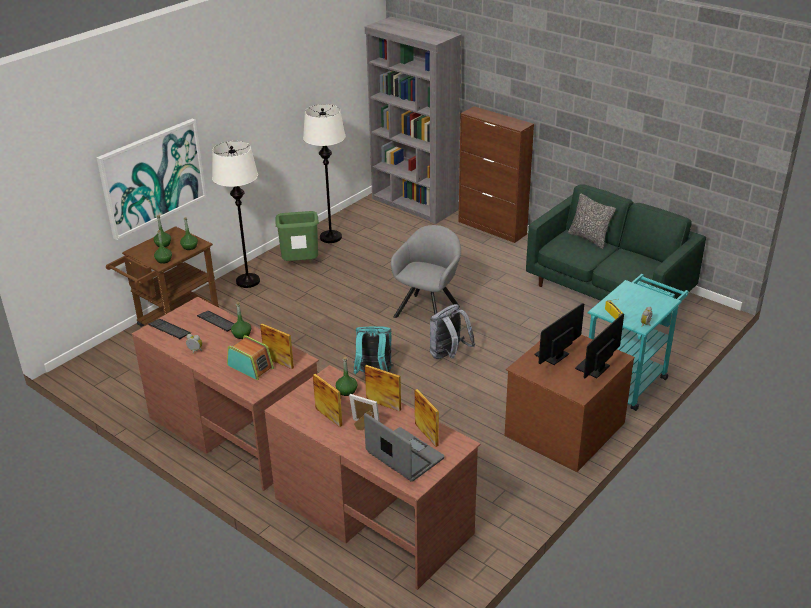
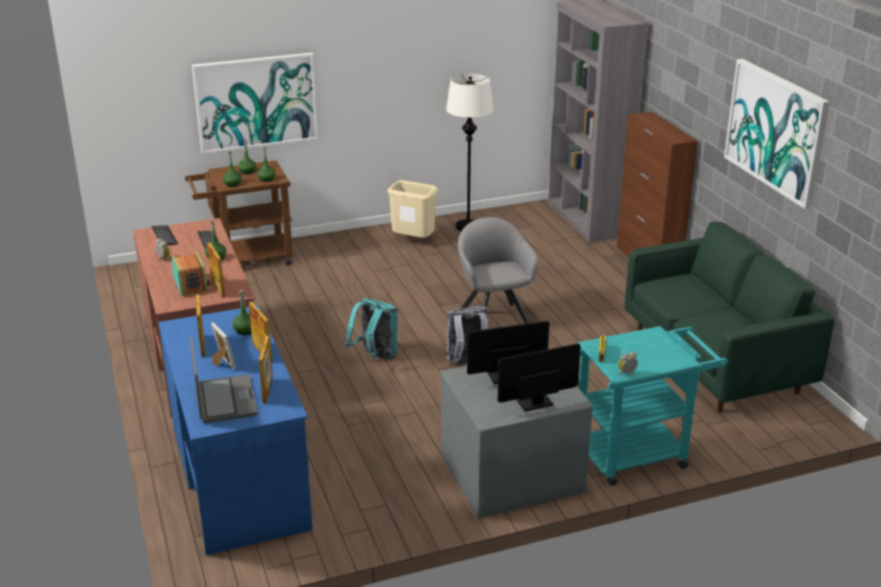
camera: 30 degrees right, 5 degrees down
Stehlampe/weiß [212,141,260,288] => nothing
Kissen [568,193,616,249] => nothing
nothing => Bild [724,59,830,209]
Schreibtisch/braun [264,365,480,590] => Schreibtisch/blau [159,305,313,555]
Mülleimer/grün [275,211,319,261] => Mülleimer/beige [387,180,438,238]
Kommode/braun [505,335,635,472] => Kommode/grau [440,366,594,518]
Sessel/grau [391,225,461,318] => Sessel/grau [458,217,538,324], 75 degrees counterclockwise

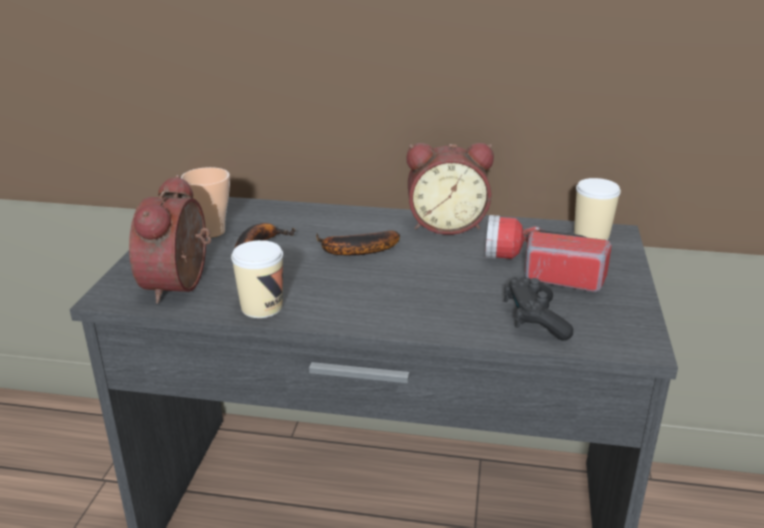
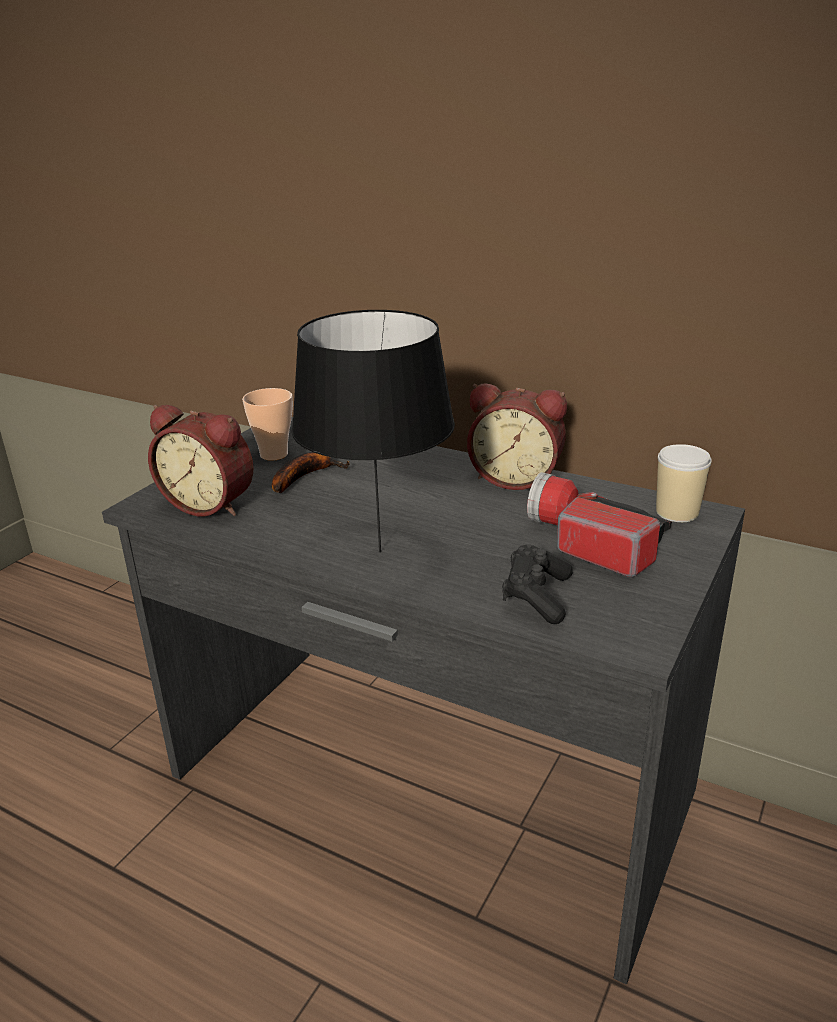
camera: 20 degrees right, 0 degrees up
Tasse [231,240,283,318] => nothing
Banane [316,230,400,256] => nothing
nothing => Tischlampe/schwarz [292,310,455,553]
Wecker [129,175,211,304] => Wecker [148,405,254,516], 90 degrees counterclockwise

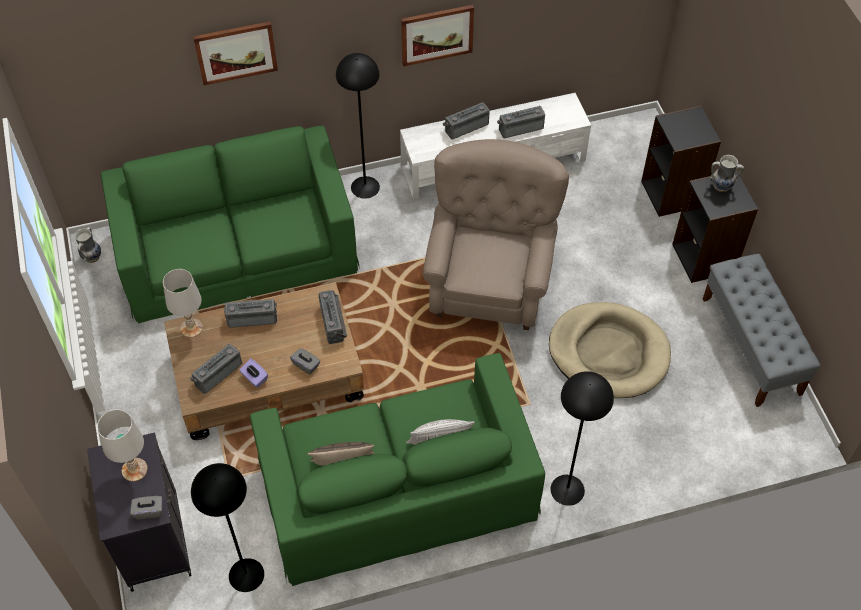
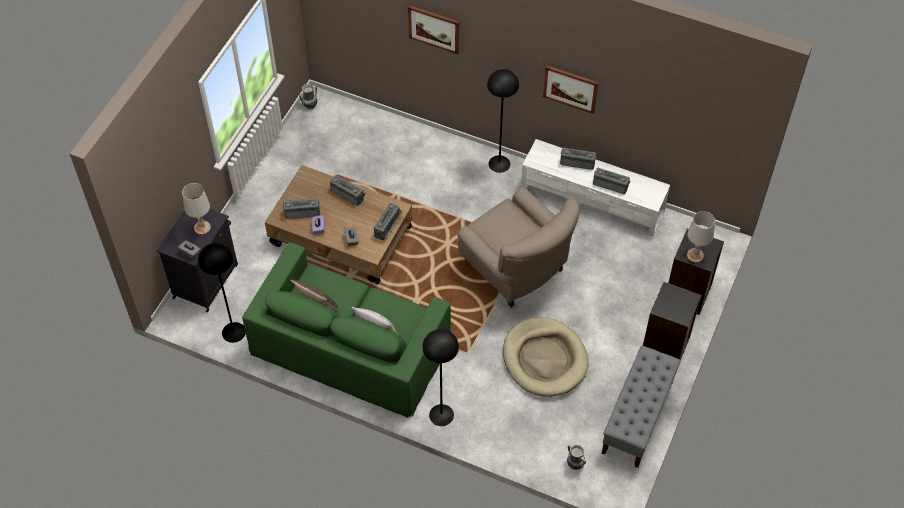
camera: 40 degrees right, 0 degrees up
Sofa/grün [101,126,360,324] => nothing
Tischlampe/weiß [163,269,203,338] => Tischlampe/weiß [687,211,715,262], moved
Vase [710,155,744,192] => Vase [567,445,586,470], moved
Sessel/beige [423,139,569,330] => Sessel/beige [457,187,580,308], 90 degrees clockwise

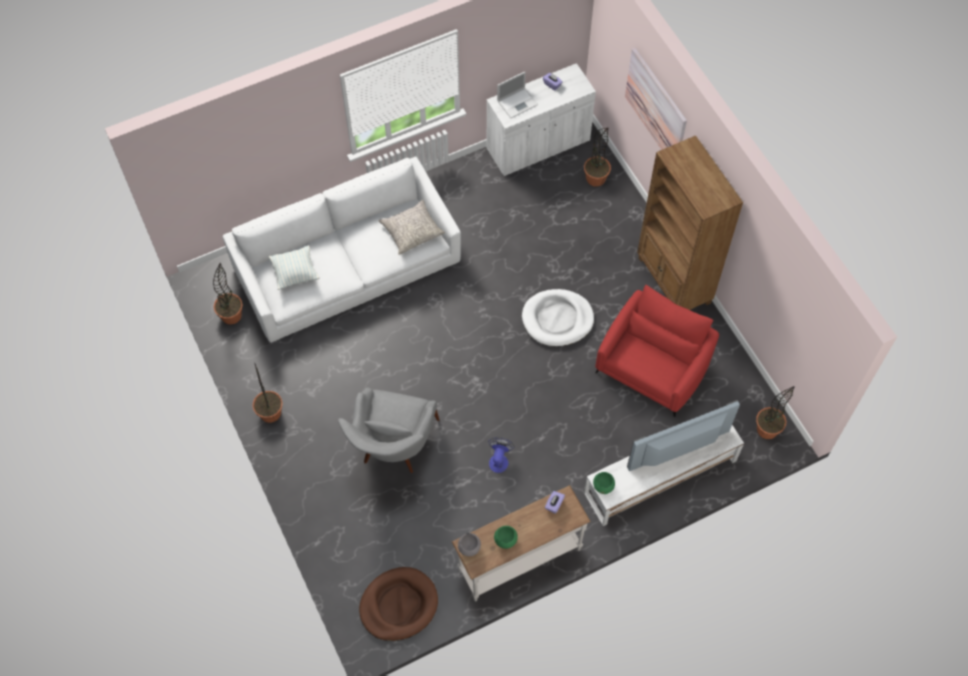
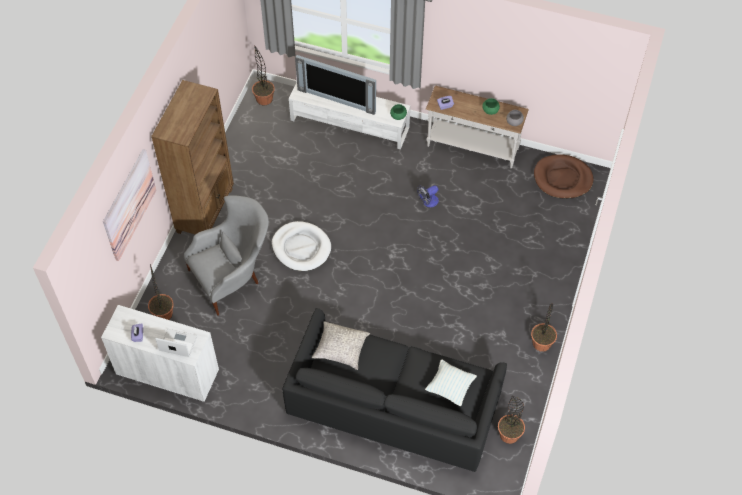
camera: 135 degrees left, 5 degrees down
Sessel/rot [595,284,719,417] => nothing
Sessel/grau [338,387,439,473] => Sessel/grau [184,196,269,316], moved
Sofa/weiß [223,157,461,343] => Sofa/schwarz [282,308,507,472]

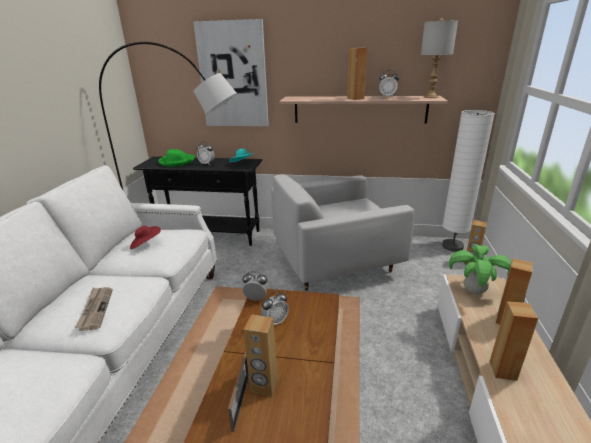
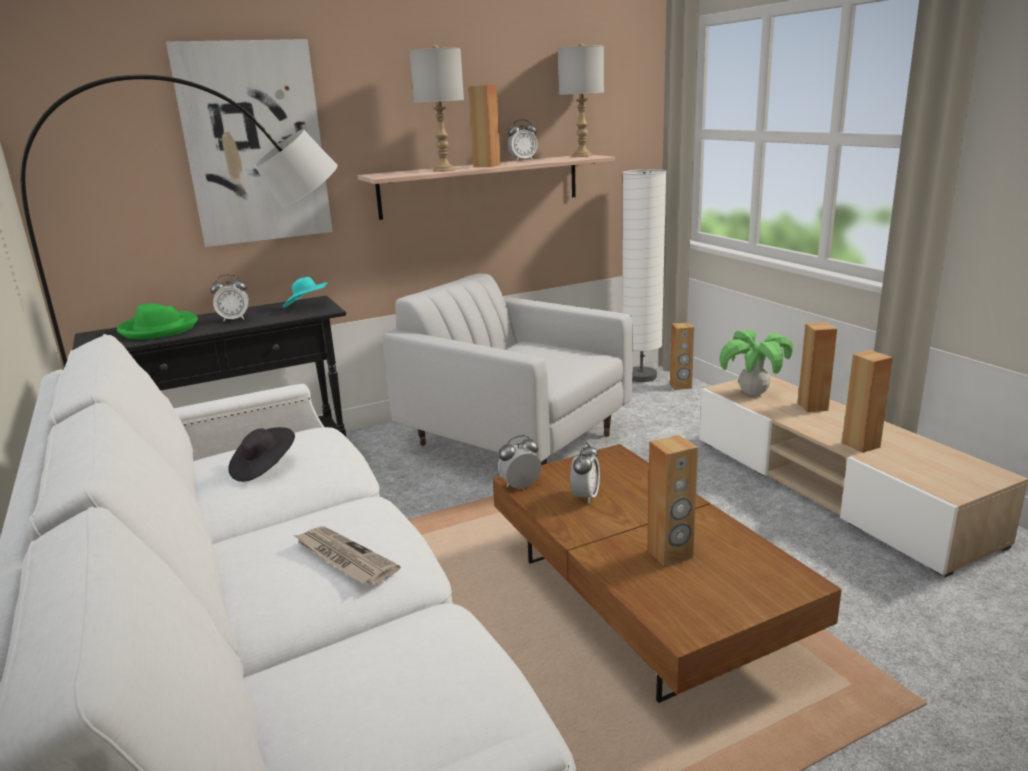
camera: 35 degrees left, 5 degrees down
Bilderrahmen [228,352,249,432] => nothing
nothing => Tischlampe/grau [410,45,464,172]
Hut/rot [130,226,161,249] => Hut/schwarz [228,427,295,482]
Sessel/weiß [271,174,415,291] => Sessel/weiß [383,274,633,465], 90 degrees clockwise

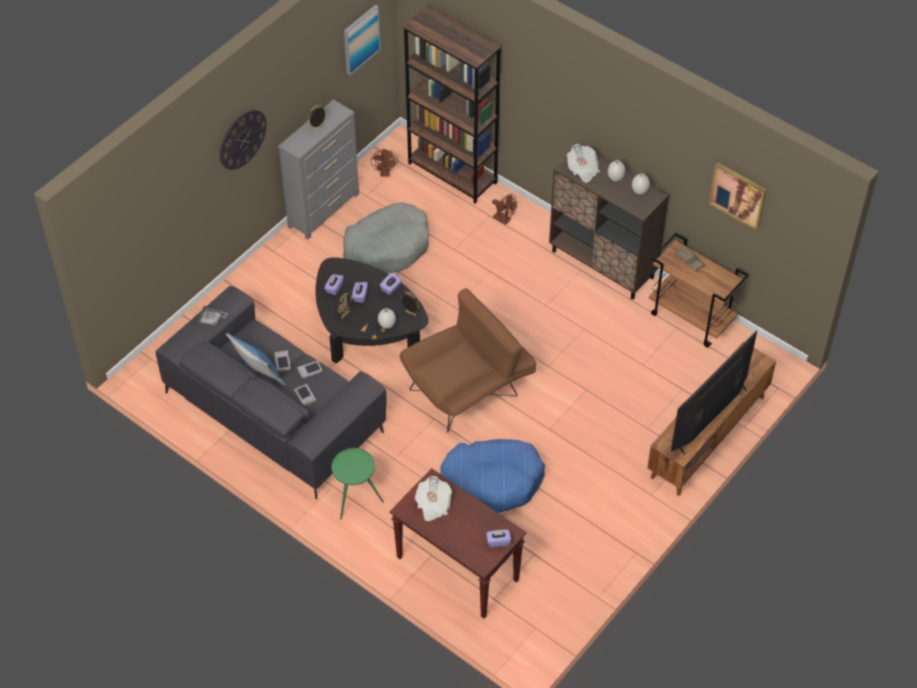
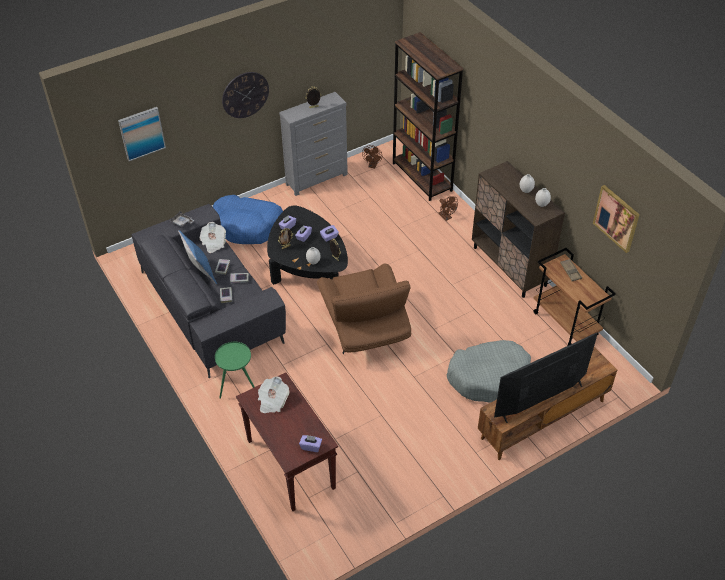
camera: 20 degrees right, 5 degrees down
Hundebett/grau [343,202,429,273] => Hundebett/grau [447,340,531,403], moved
Bild [344,5,381,75] => Bild [118,107,166,161], moved
Hundebett/blau [440,439,545,513] => Hundebett/blau [213,195,283,244], moved
Zeitung [567,144,600,183] => Zeitung [199,222,226,253], moved
Sessel/braun [400,288,536,432] => Sessel/braun [317,264,411,354], 90 degrees clockwise

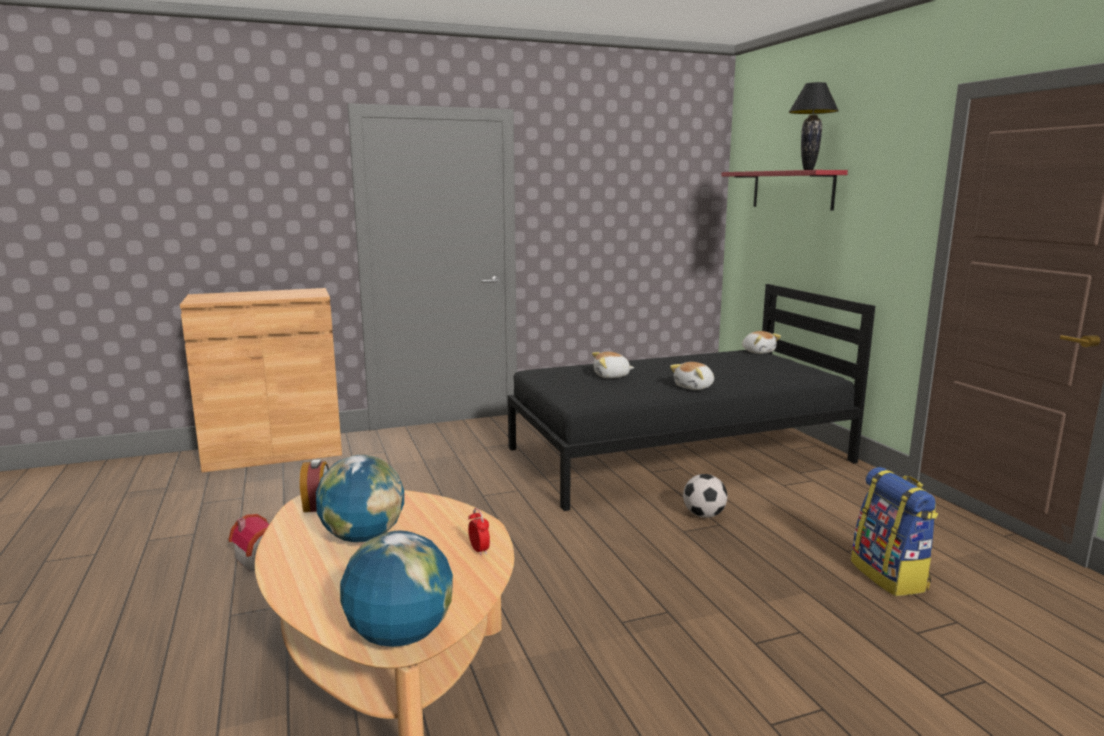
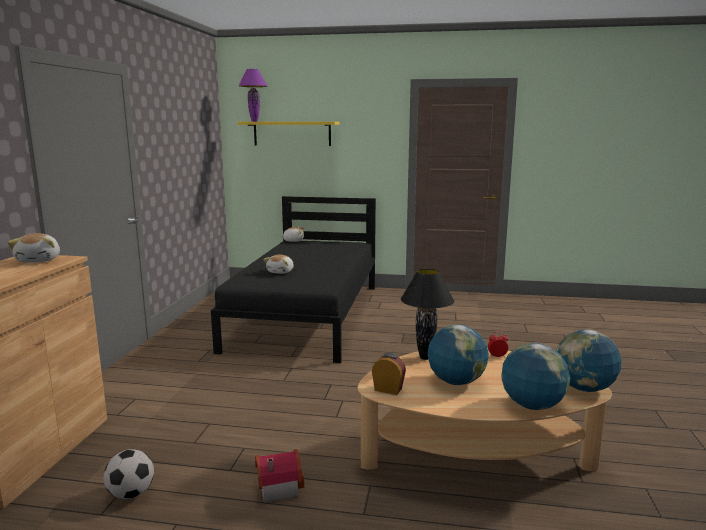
camera: 60 degrees left, 0 degrees up
Rucksack [851,467,938,596] => nothing
nothing => Tischlampe/lila [239,69,268,122]
nothing => Globus [501,343,570,410]
Plüschtier [670,362,714,390] => Plüschtier [7,233,60,263], moved
Fußball [683,474,727,518] => Fußball [103,449,154,499], moved
Tischlampe/schwarz [789,82,839,170] => Tischlampe/schwarz [401,269,454,360], moved
Wandregal/rot [722,170,848,210] => Wandregal/gelb [237,122,339,146]

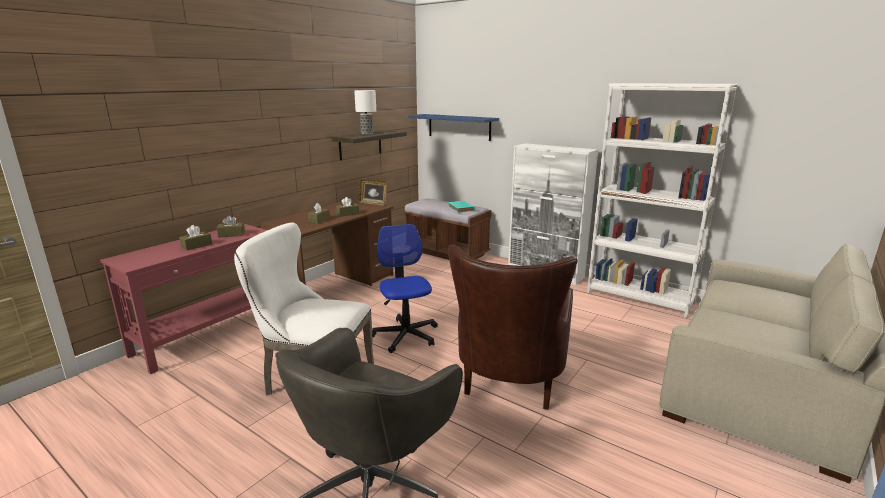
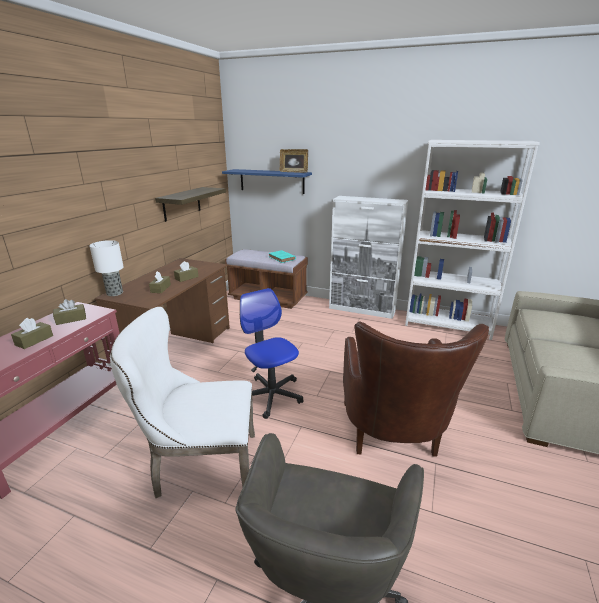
camera: 15 degrees left, 5 degrees up
Tischlampe [354,90,376,134] => Tischlampe [89,240,124,296], moved
Bilderrahmen [358,178,387,206] => Bilderrahmen [280,149,308,173], moved

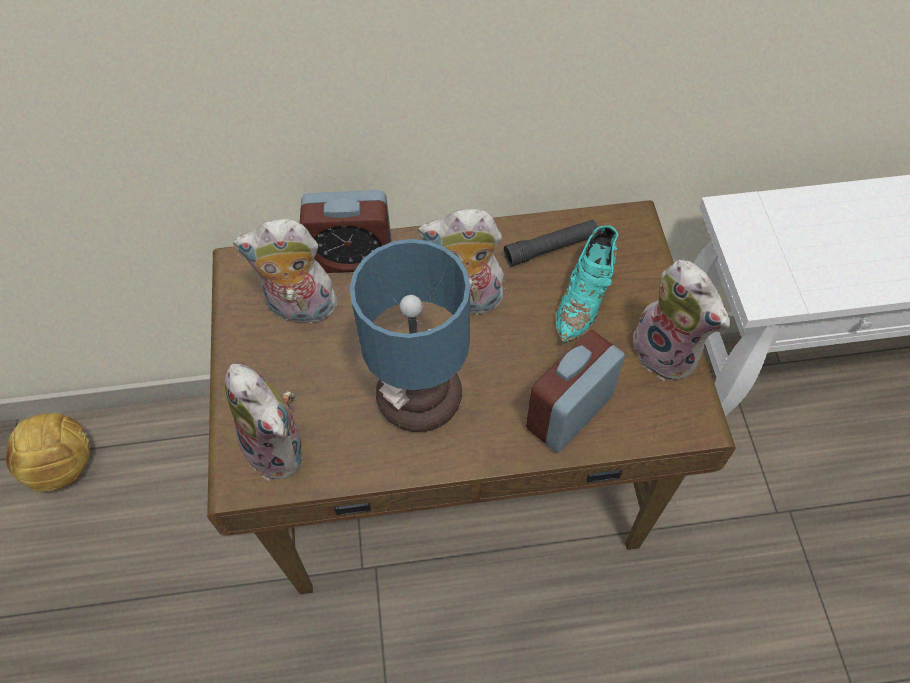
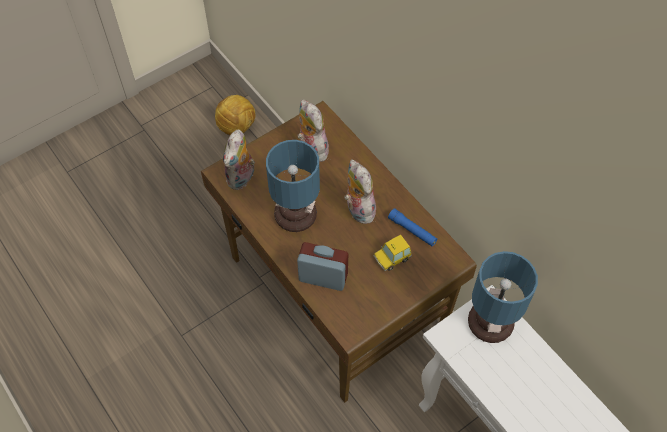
camera: 60 degrees right, 0 degrees up
Wecker [300,190,392,273] => nothing
Plüschtier [633,260,730,381] => nothing
nothing => Tischlampe [468,251,538,343]
Schuh/türkis [556,225,618,343] => Spielzeugauto [374,235,412,271]
Taschenlampe/schwarz [504,220,598,266] => Taschenlampe/blau [388,208,437,246]

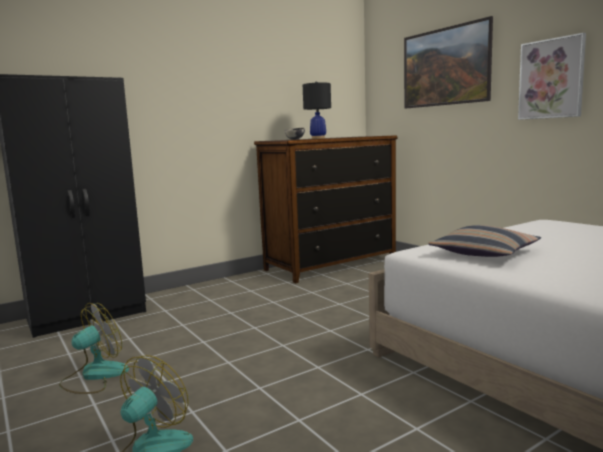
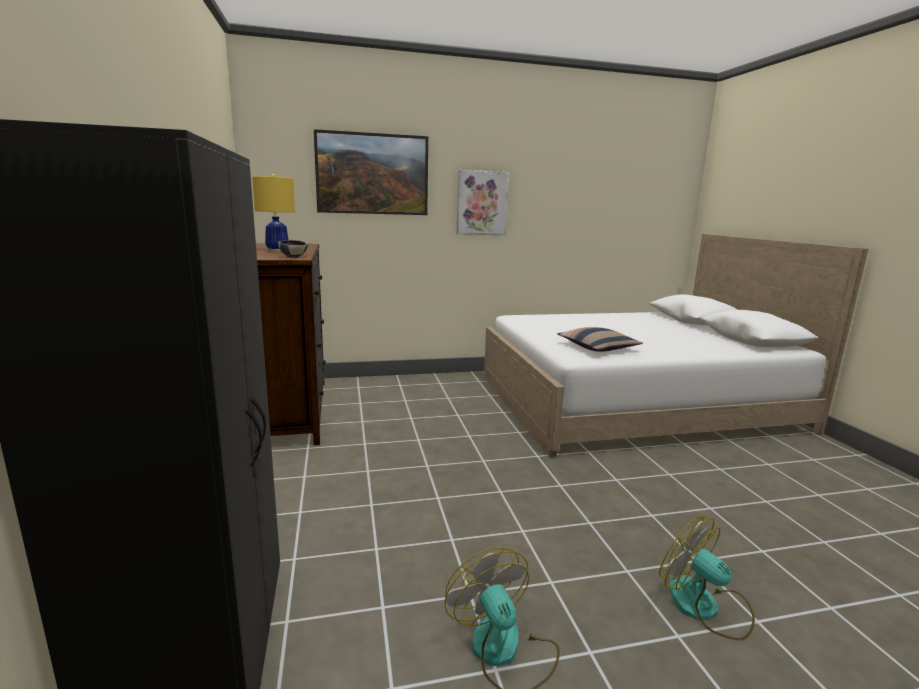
camera: 70 degrees left, 5 degrees up
Tischlampe/schwarz [303,82,331,139] => Tischlampe/gelb [252,174,295,253]

